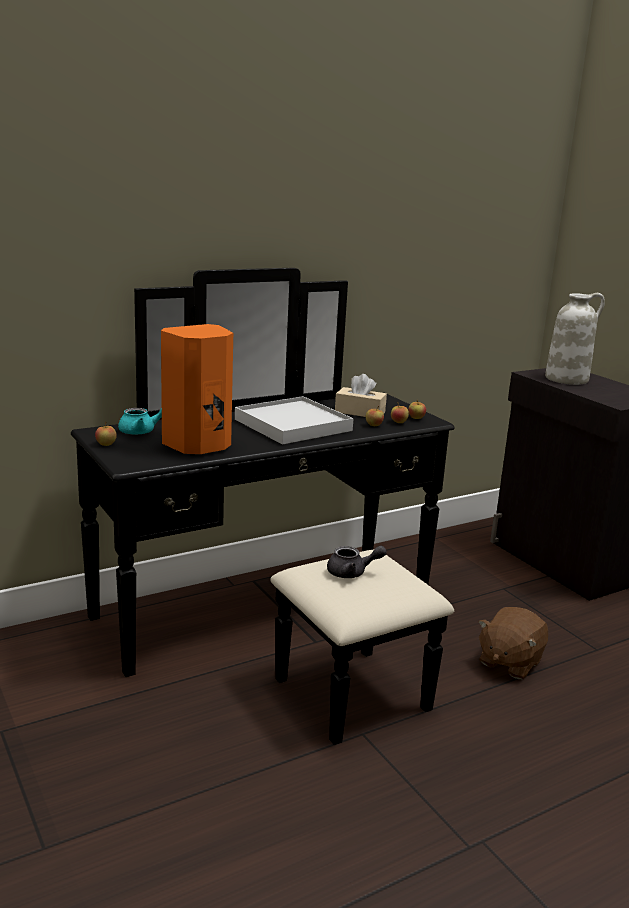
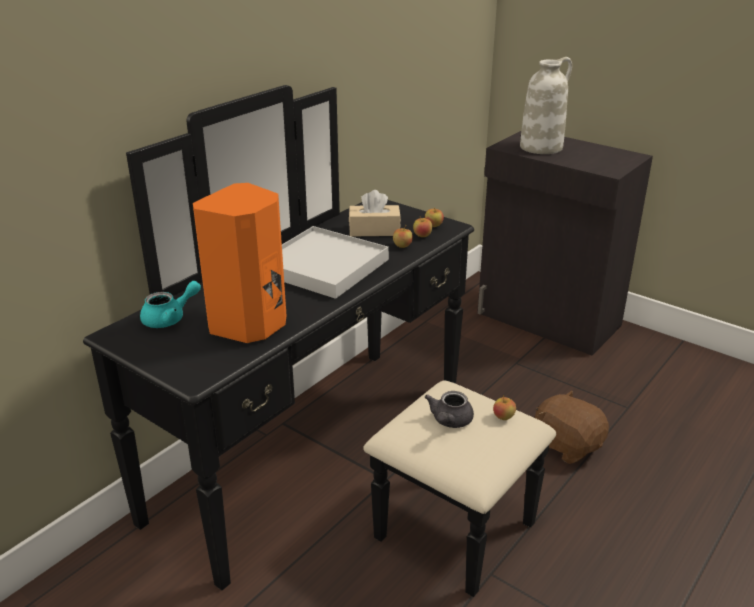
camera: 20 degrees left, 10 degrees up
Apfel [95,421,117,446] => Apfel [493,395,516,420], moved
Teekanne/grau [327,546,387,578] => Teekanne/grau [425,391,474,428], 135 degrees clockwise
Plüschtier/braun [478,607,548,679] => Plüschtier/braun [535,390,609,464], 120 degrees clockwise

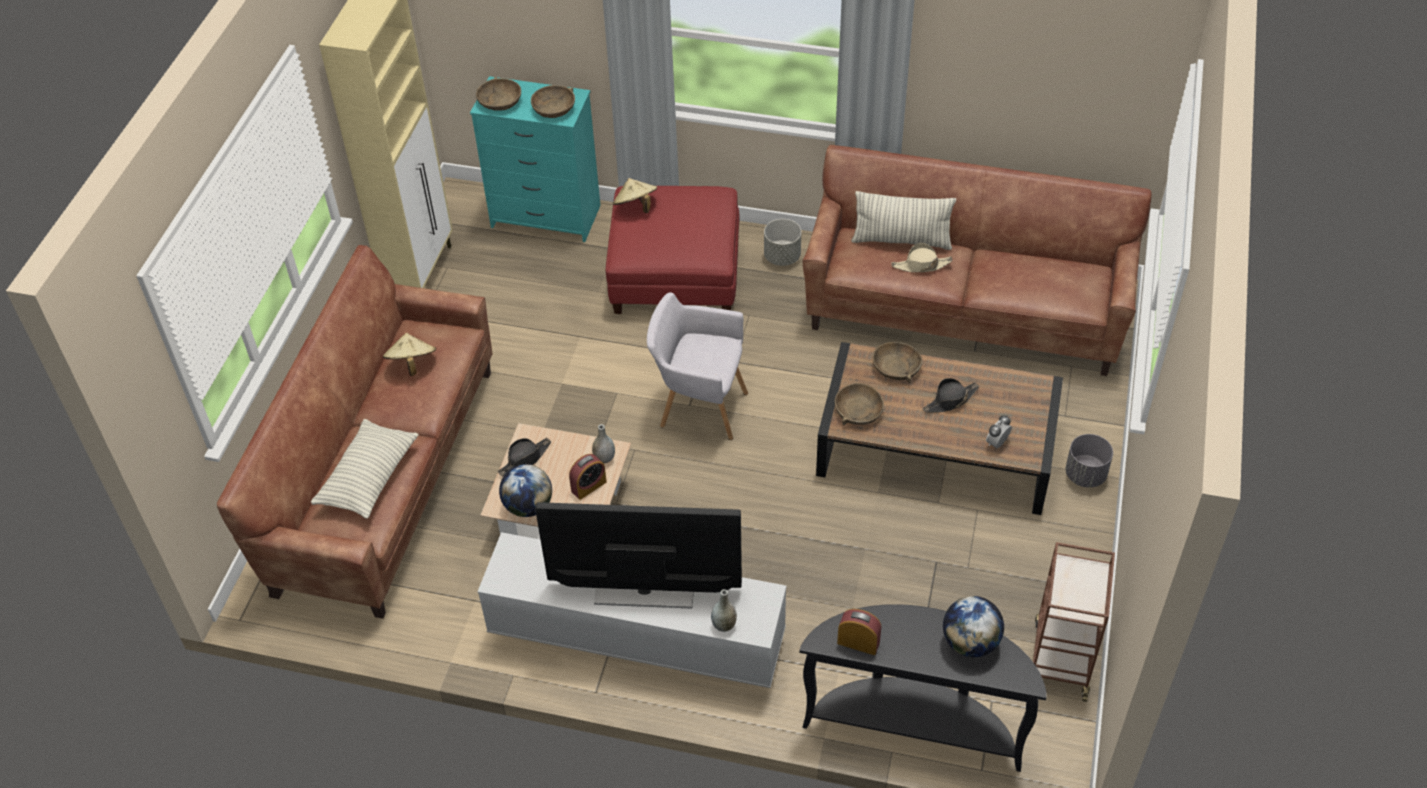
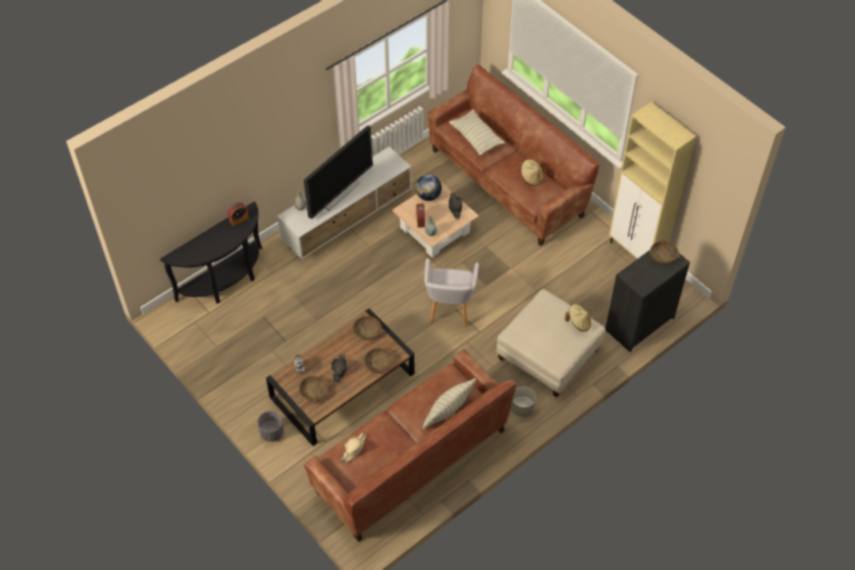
camera: 125 degrees right, 5 degrees up
Globus [943,596,1004,657] => nothing
Rollwagen/braun [1033,542,1115,702] => nothing
Schüssel/braun [531,85,575,118] => Schüssel/braun [299,376,328,404], moved
Hut/beige [891,243,953,272] => Hut/beige [341,433,366,463], moved
Kommode/türkis [470,76,601,242] => Kommode/schwarz [605,240,690,352]
Polsterhocker/rot [605,186,739,314] => Polsterhocker/beige [496,289,605,397]
Sessel/grau [647,292,748,440] => Sessel/grau [424,258,479,327], 135 degrees clockwise

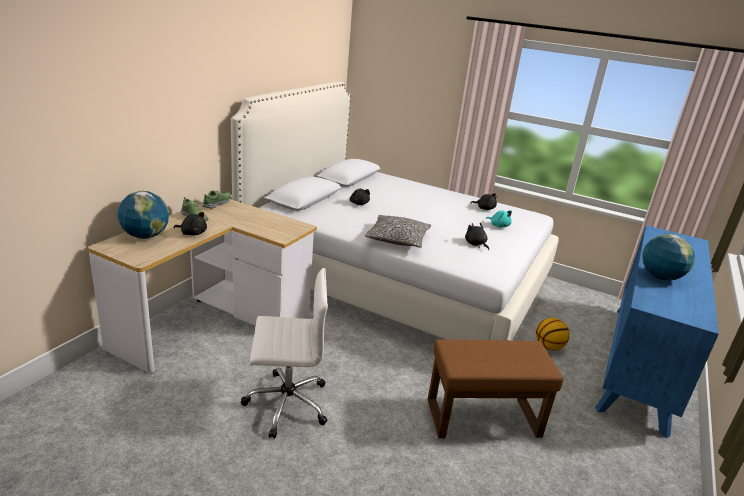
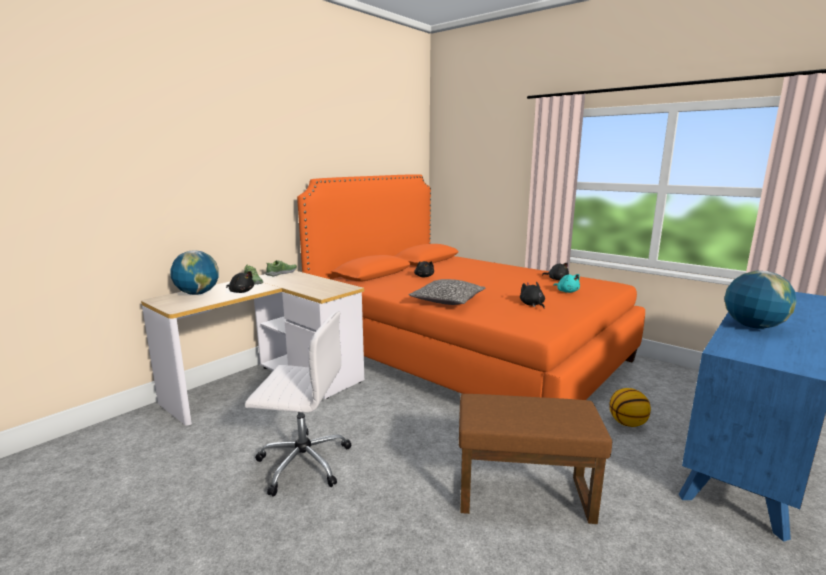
camera: 15 degrees right, 10 degrees down
Bett/weiß [231,81,559,340] => Bett/orange [297,174,645,400]

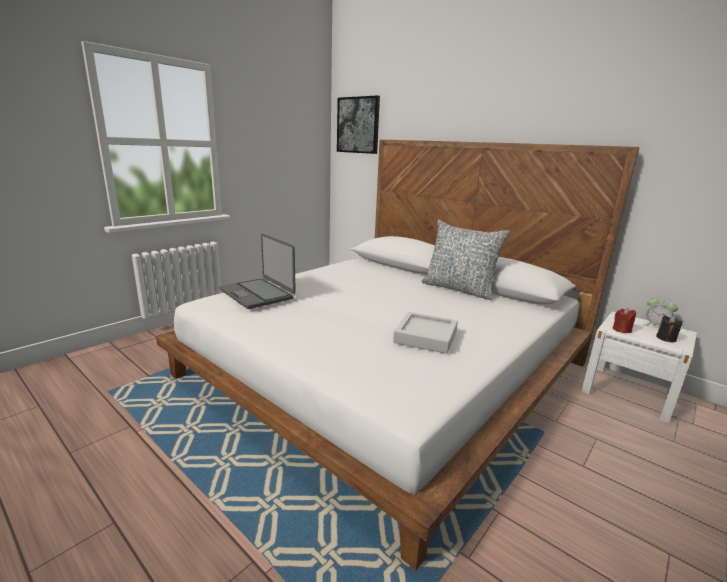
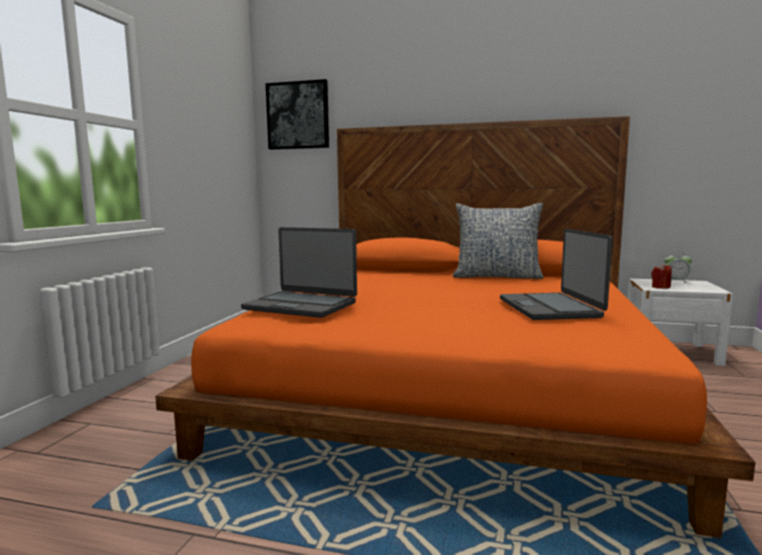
camera: 25 degrees left, 10 degrees down
Kerze/schwarz [656,315,682,342] => nothing
Tablett/grau [393,312,458,354] => Laptop [500,228,612,320]
Bett/weiß [156,139,640,570] => Bett/orange [155,116,756,538]

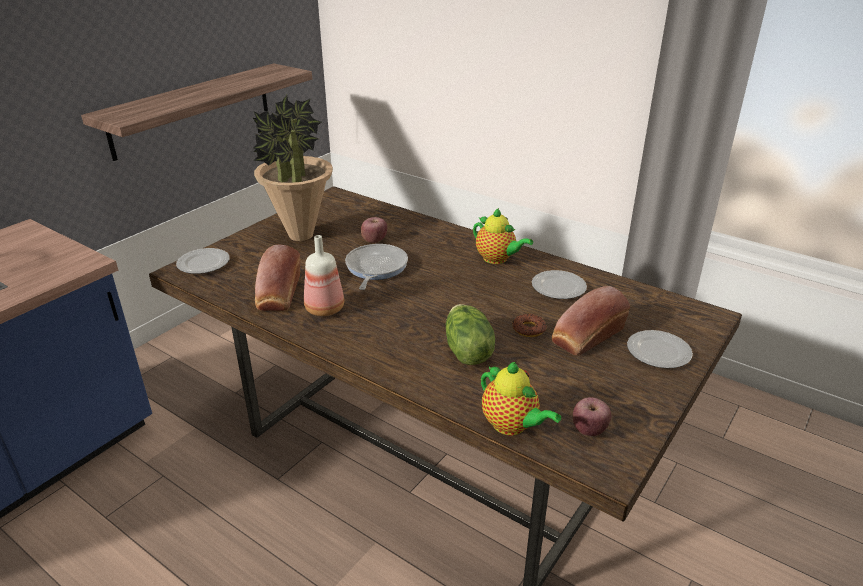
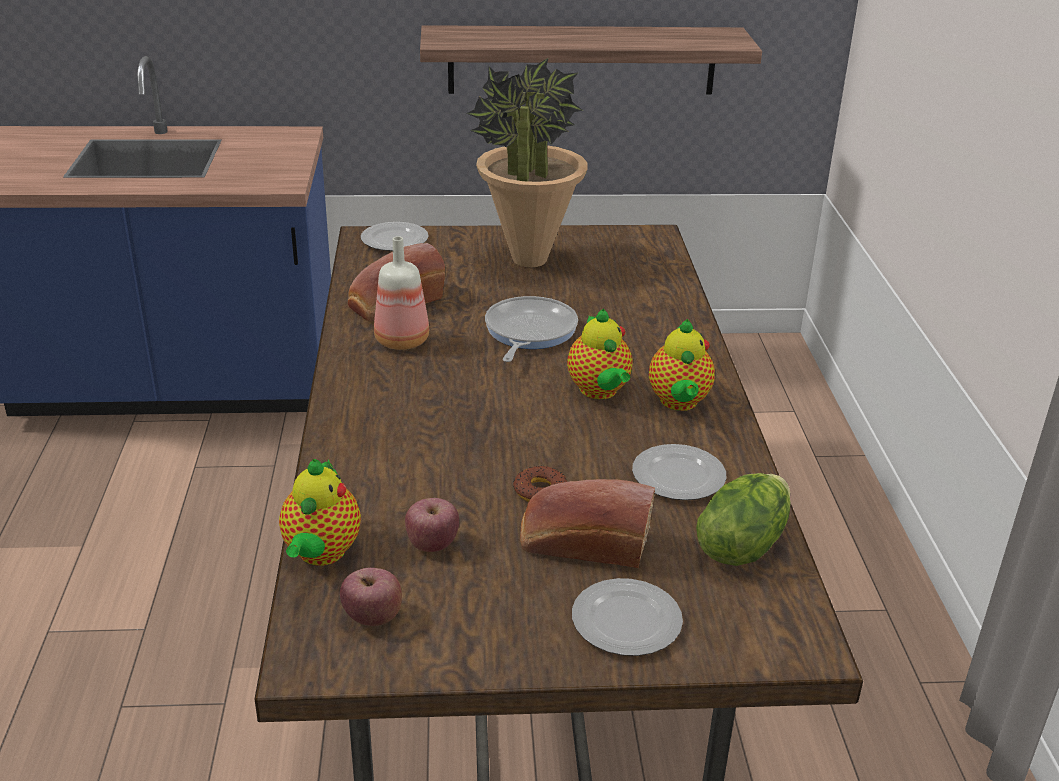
camera: 50 degrees right, 0 degrees up
nothing => Teekanne [567,309,633,399]
Apfel [361,217,387,243] => Apfel [405,498,459,552], moved
Salatkopf [446,304,495,365] => Salatkopf [696,473,791,566], moved
Pfanne [345,244,408,290] => Pfanne [485,296,578,362], 45 degrees counterclockwise

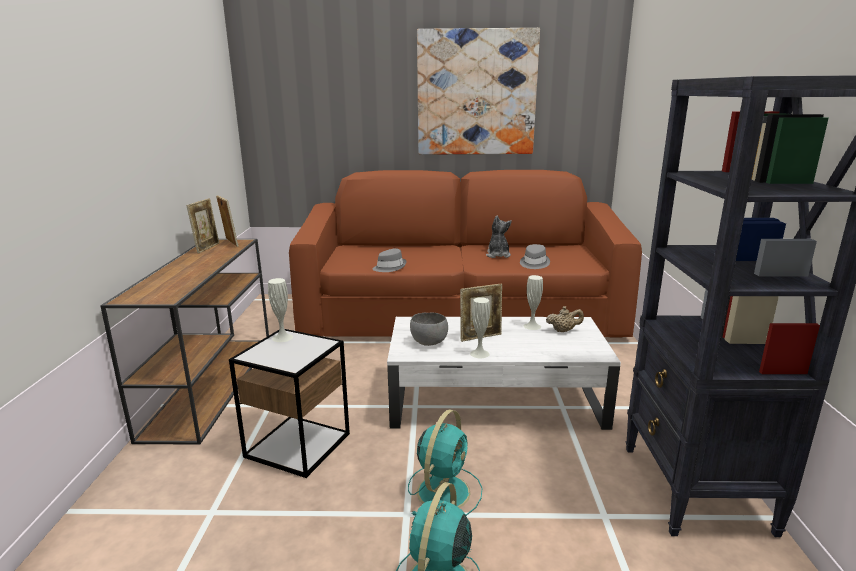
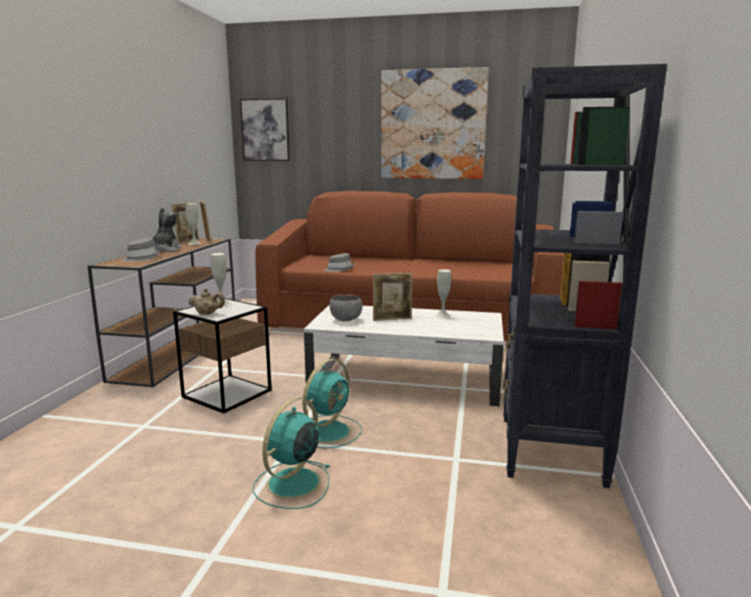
camera: 10 degrees right, 5 degrees down
nothing => Bild [240,98,290,161]
Vase/weiß [470,297,490,358] => Vase/weiß [185,203,202,245], moved
Plüschtier [486,215,512,258] => Plüschtier [153,207,182,252], moved
Hut/grau [520,244,550,269] => Hut/grau [122,238,160,262], moved
Teekanne/beige [546,306,584,332] => Teekanne/beige [188,288,225,315], moved

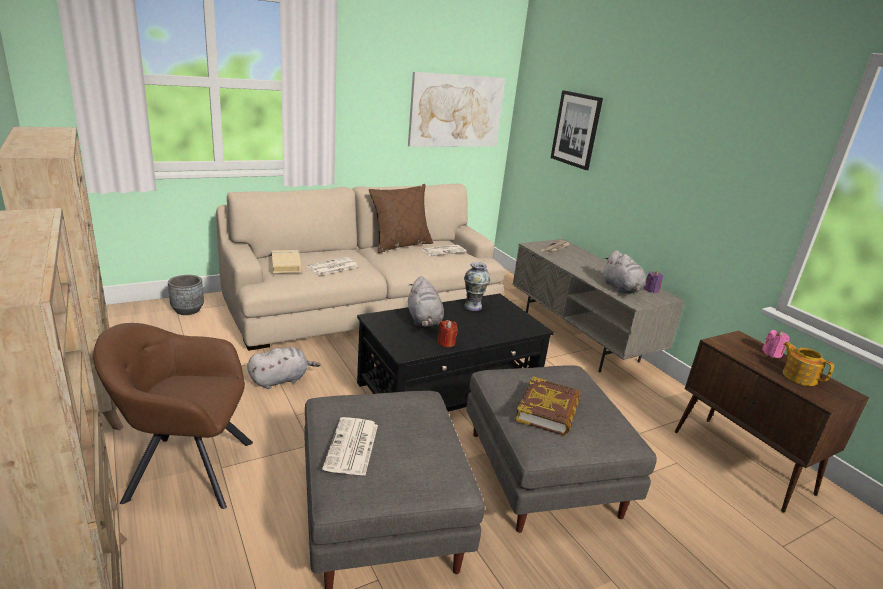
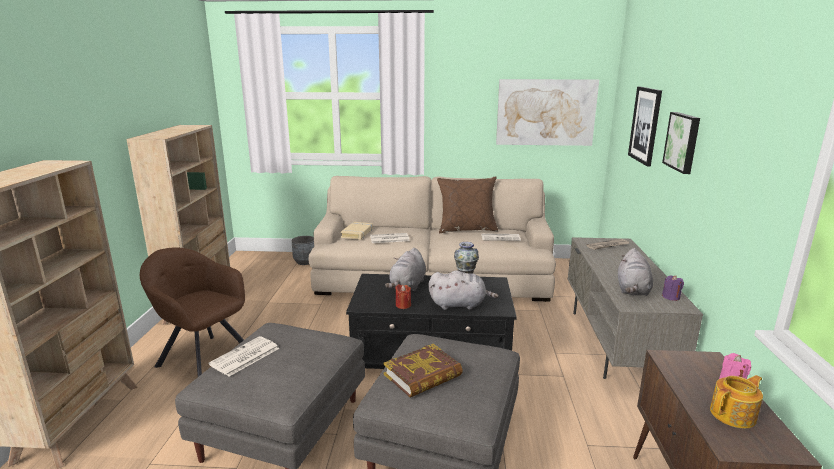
camera: 35 degrees right, 5 degrees down
nothing => Bild [662,112,700,174]
Plüschtier/grau [247,347,321,389] => Plüschtier/grau [429,270,499,310], moved
Teekanne [783,342,834,386] => Teekanne [710,375,763,428], 60 degrees clockwise

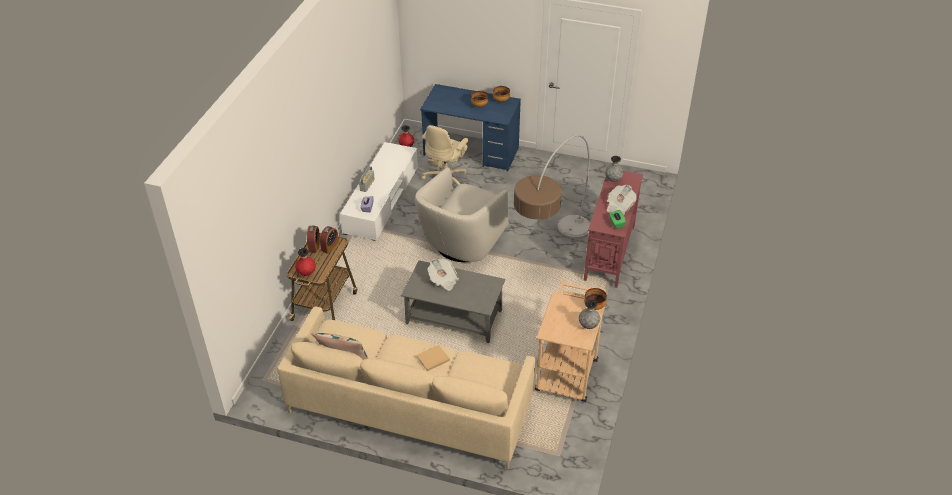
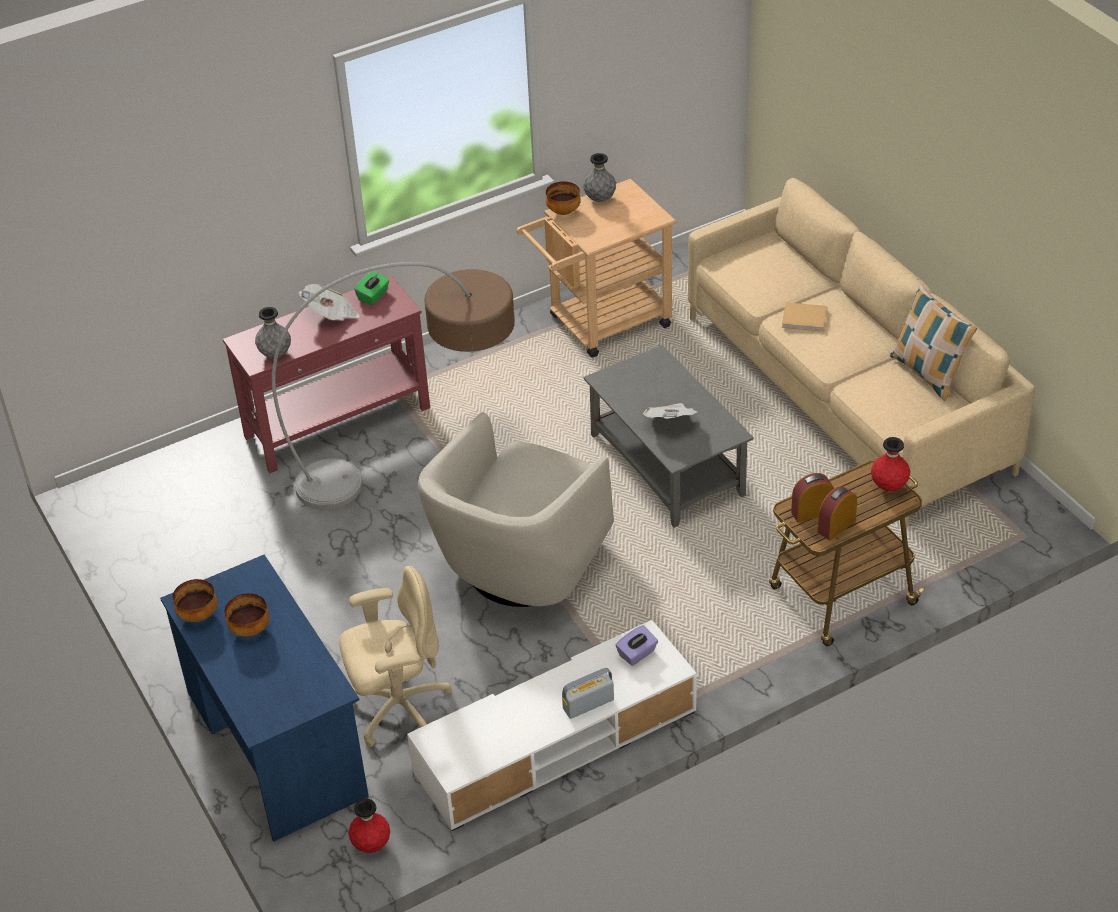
camera: 135 degrees left, 0 degrees up
Sessel/beige [415,167,508,262] => Sessel/beige [418,412,614,607], 135 degrees clockwise

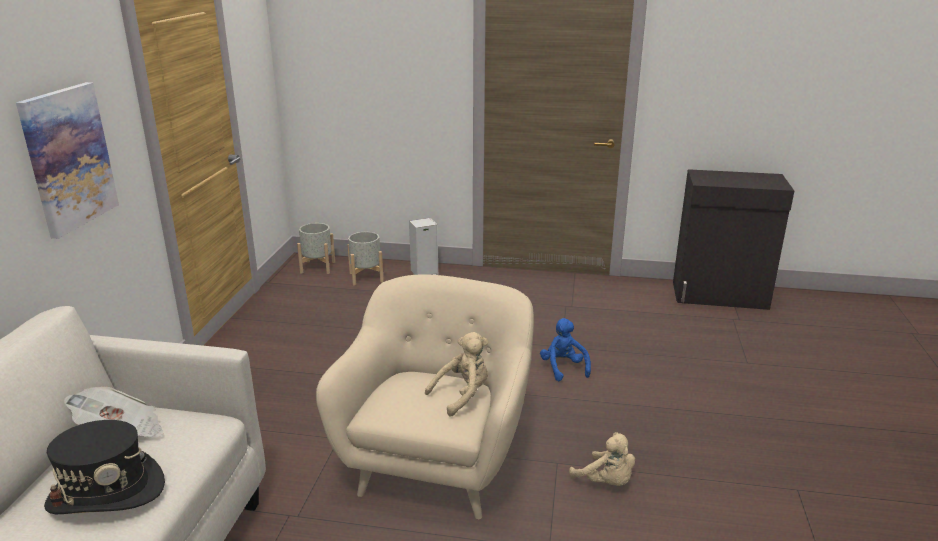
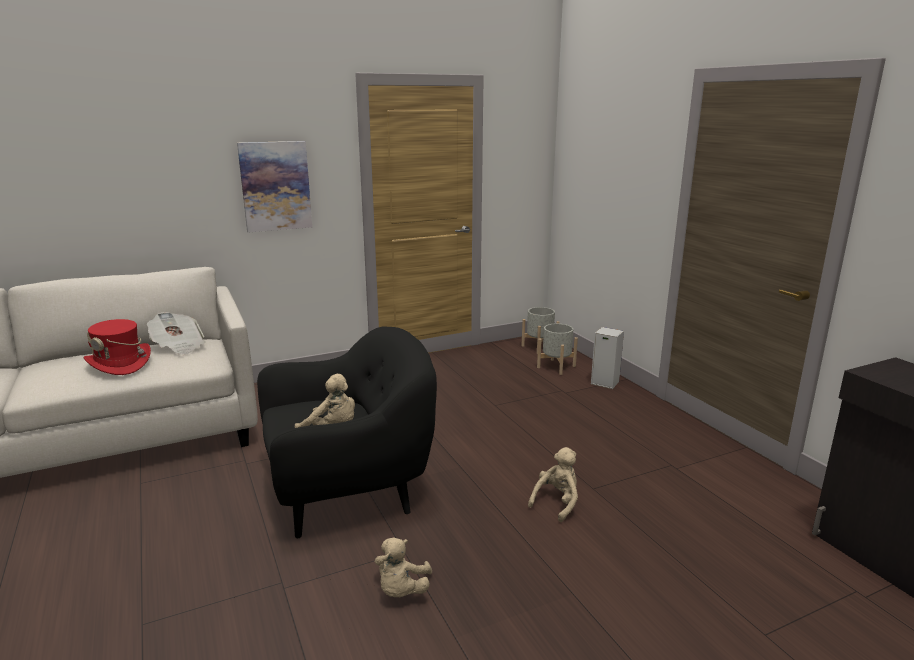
camera: 55 degrees right, 5 degrees down
Hut/schwarz [44,420,165,514] => Hut/rot [83,319,151,375]
Sessel/beige [316,274,534,519] => Sessel/schwarz [257,326,437,538]
Plüschtier/blau [540,318,591,381] => Plüschtier/beige [528,447,578,522]

